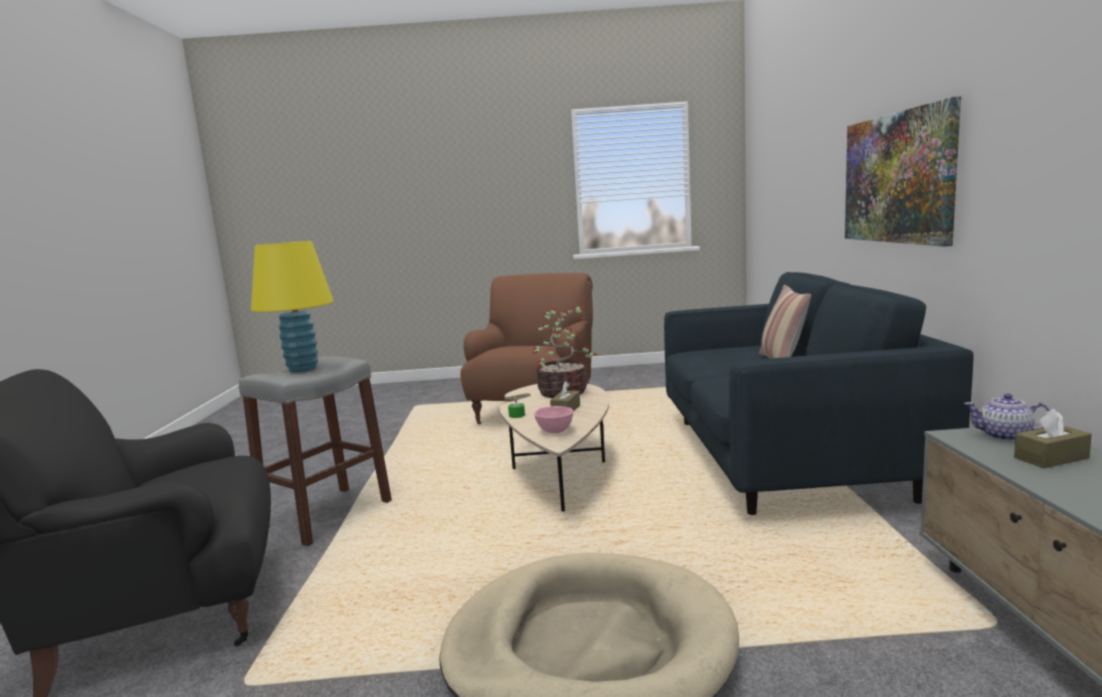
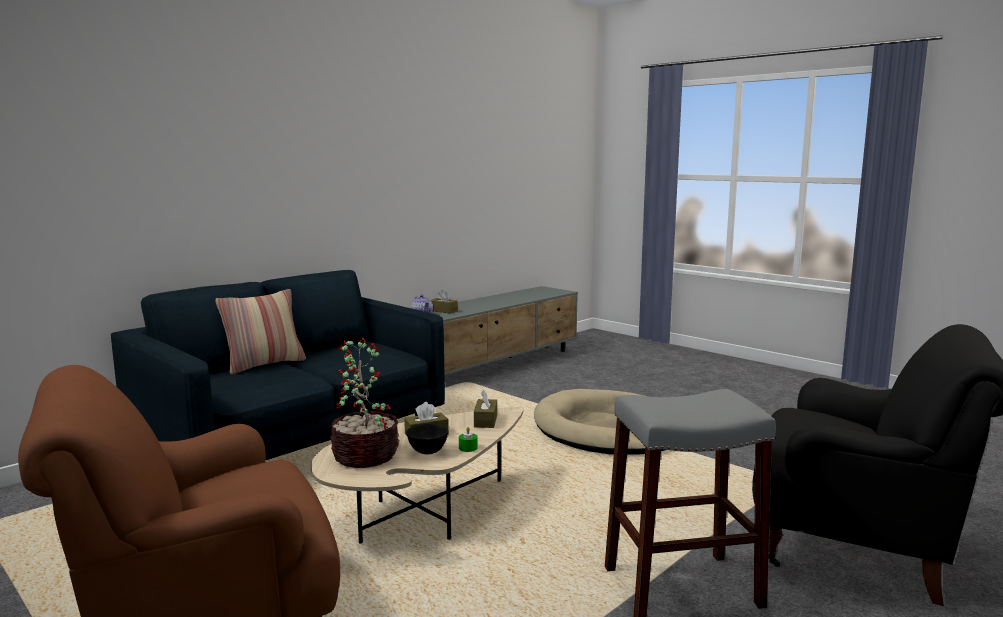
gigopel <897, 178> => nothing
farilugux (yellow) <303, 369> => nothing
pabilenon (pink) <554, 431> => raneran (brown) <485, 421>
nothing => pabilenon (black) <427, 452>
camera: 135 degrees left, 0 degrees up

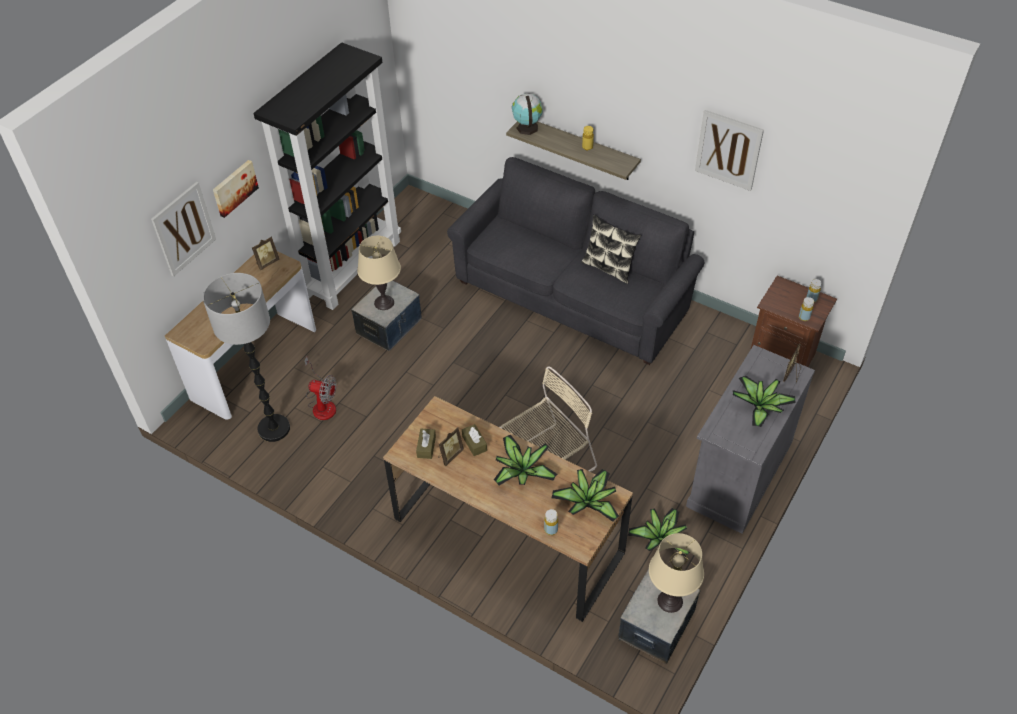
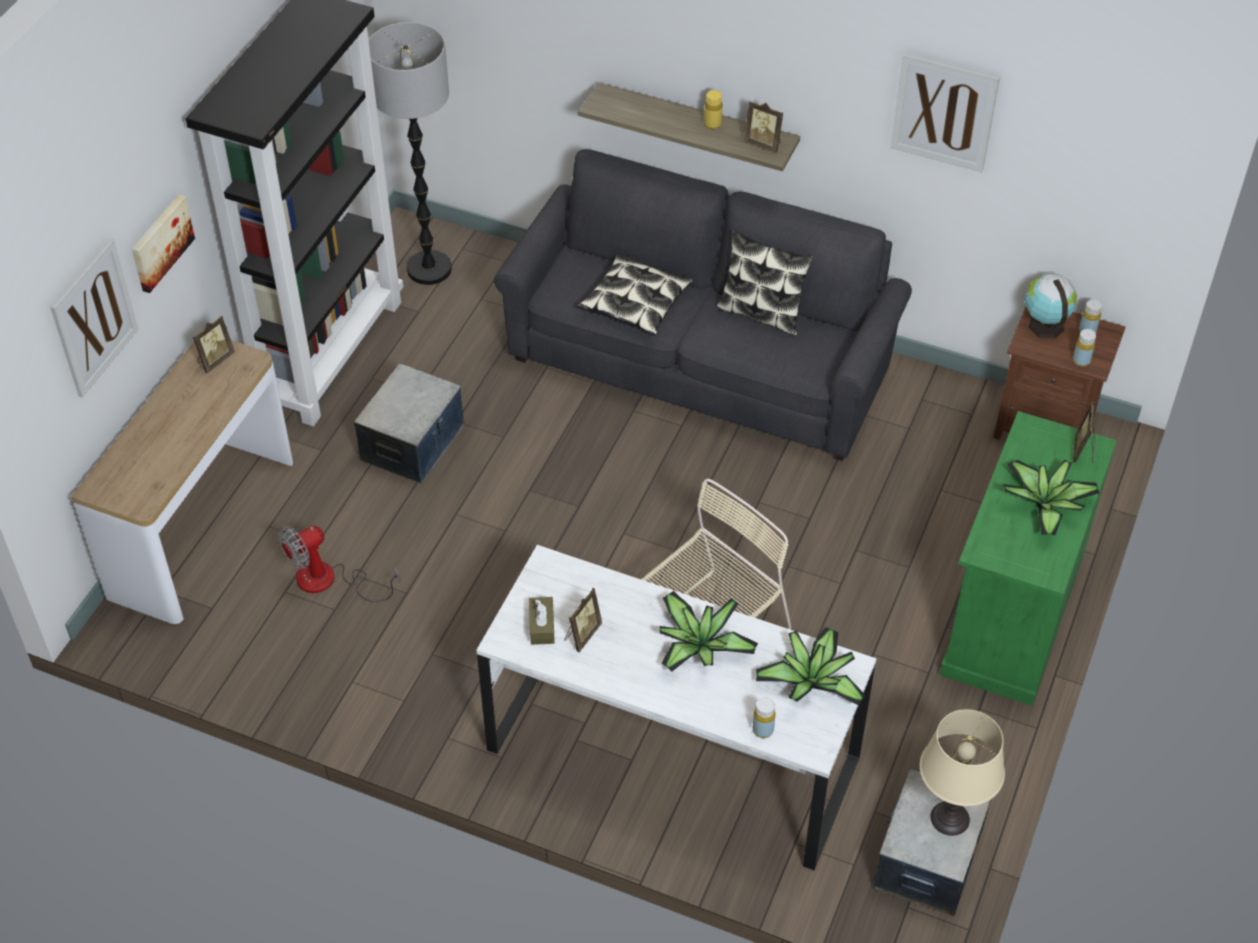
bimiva <527, 127> => bimiva <1044, 324>, move
farilugux (beige) <384, 303> => nothing
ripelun <274, 429> => ripelun <429, 269>, move
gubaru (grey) <739, 473> => gubaru (green) <1011, 614>
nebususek <322, 404> => nebususek <329, 581>, 135 degrees clockwise
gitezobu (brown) <508, 536> => gitezobu (white) <673, 753>
raneran (brown) <474, 443> => nothing
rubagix <661, 538> => nothing
nothing => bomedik <764, 143>
nothing => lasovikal <635, 303>
camera: 10 degrees left, 0 degrees up

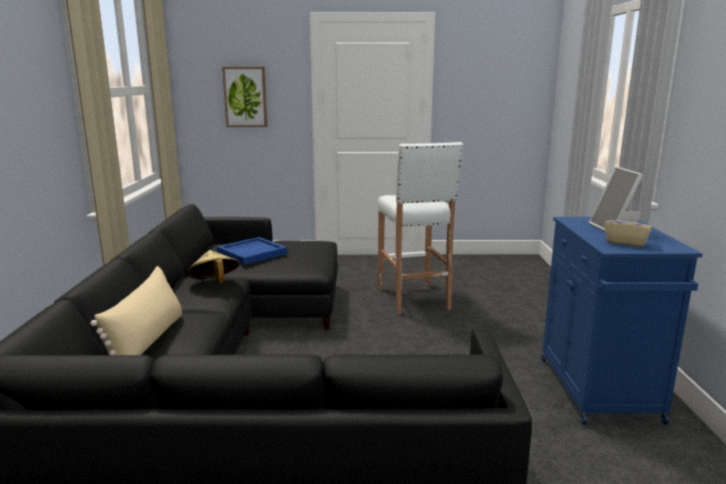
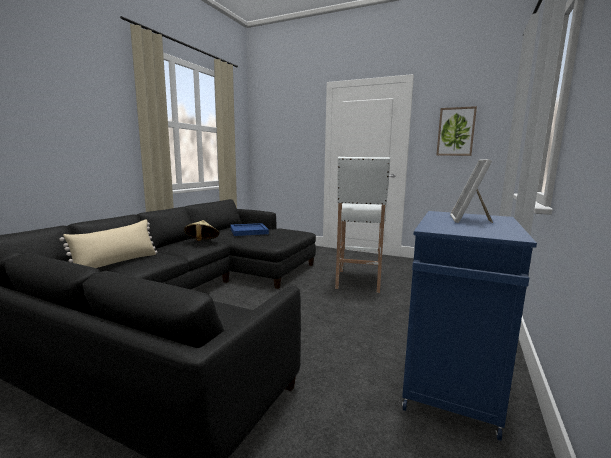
gigopel <245, 97> => gigopel <456, 131>, move
raneran (beige) <626, 242> => nothing
camera: 25 degrees right, 5 degrees down

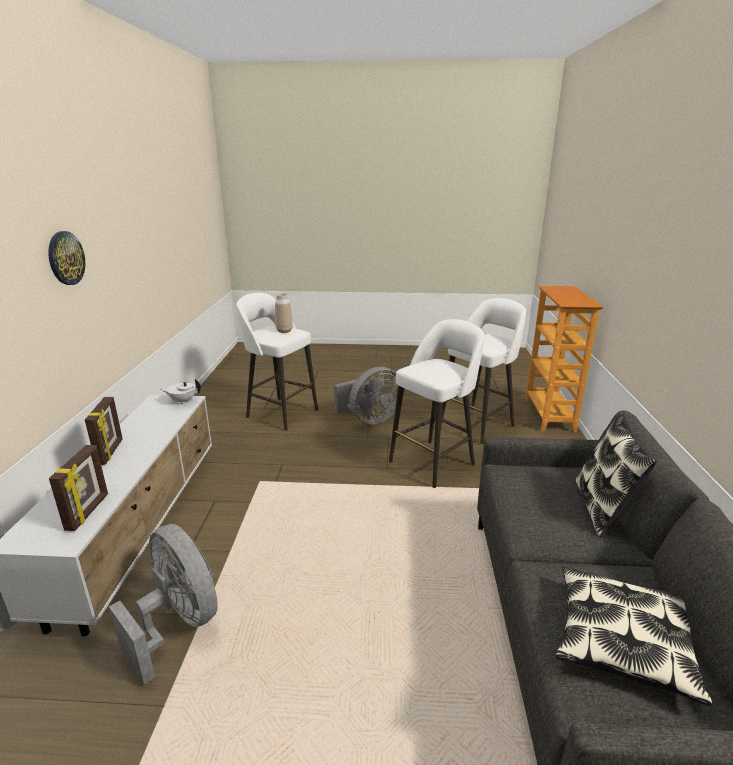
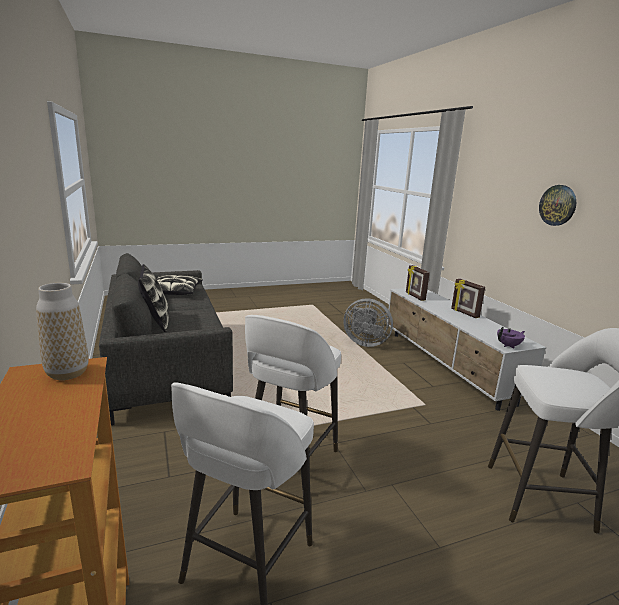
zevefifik <284, 331> => zevefifik <67, 373>, move
nebususek (grey) <370, 419> => nothing
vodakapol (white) <183, 401> => vodakapol (purple) <509, 345>
camera: 155 degrees right, 5 degrees down

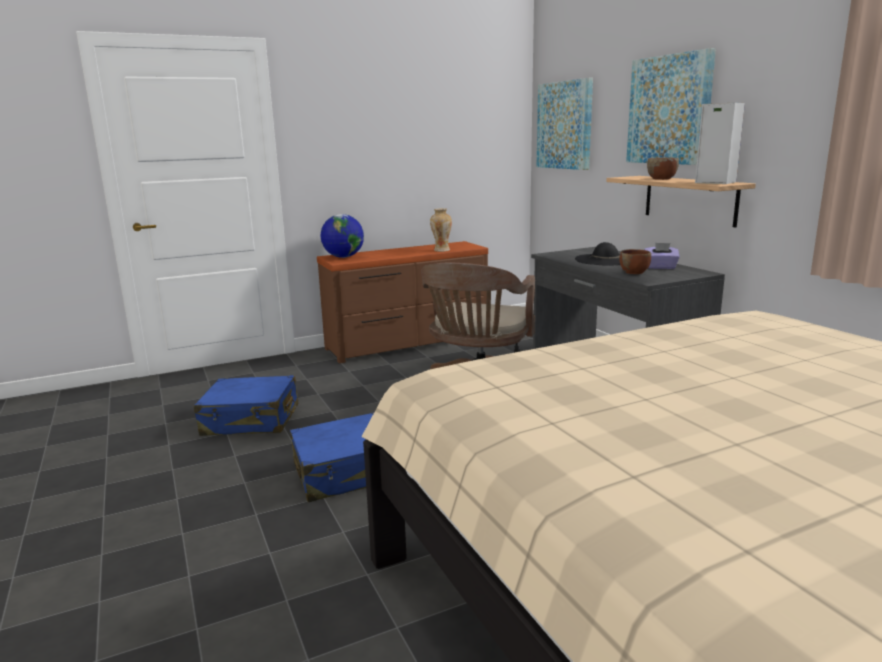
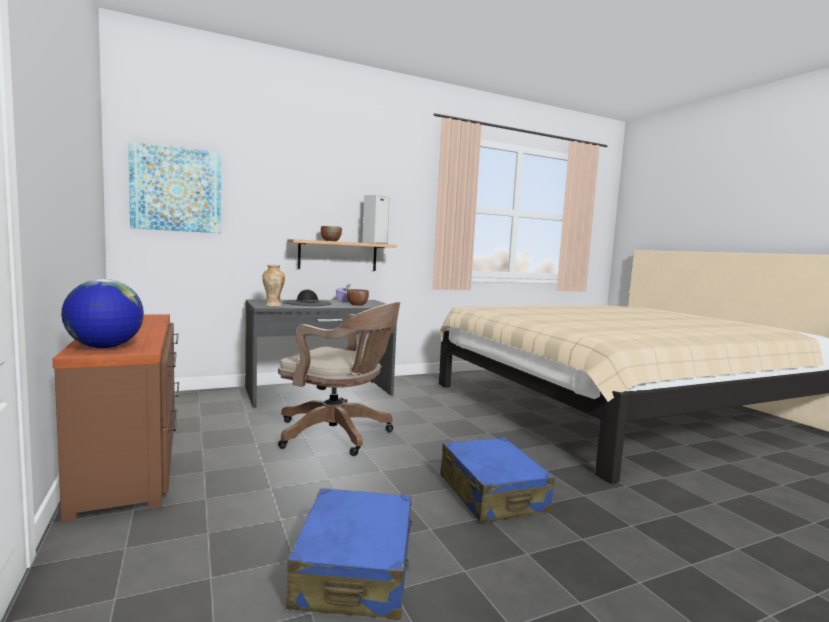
gigopel <669, 110> => nothing
zevefifik <441, 250> => zevefifik <273, 306>, move
camera: 90 degrees left, 10 degrees down

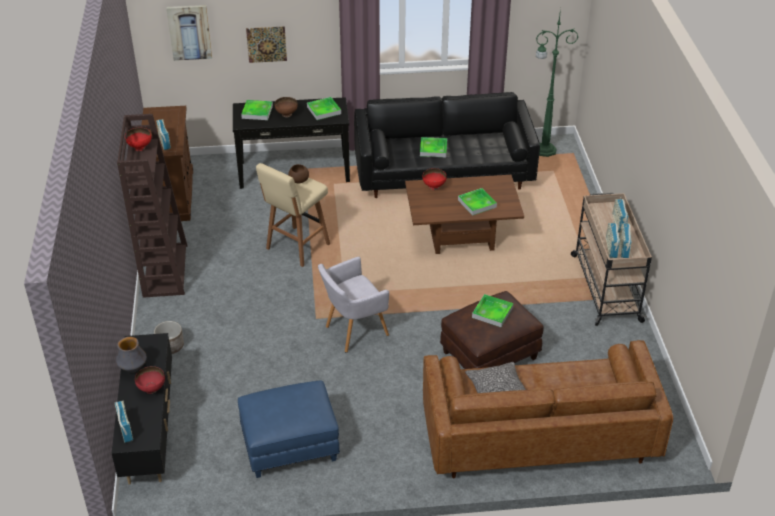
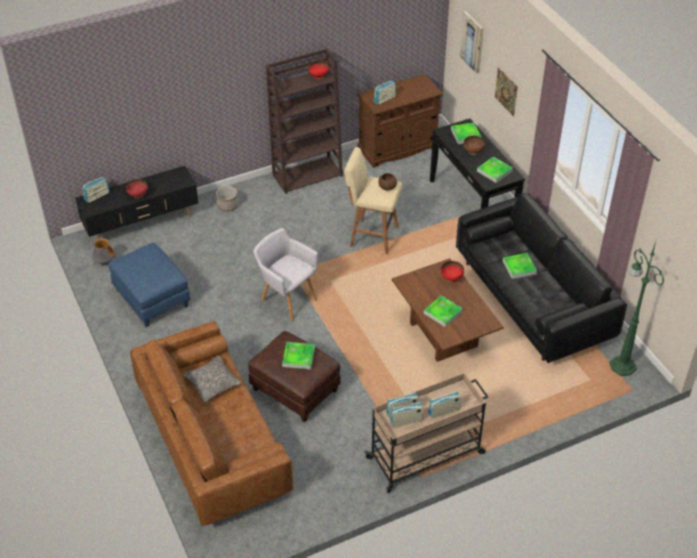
zevefifik <133, 369> => zevefifik <105, 262>, move
camera: 70 degrees right, 5 degrees up

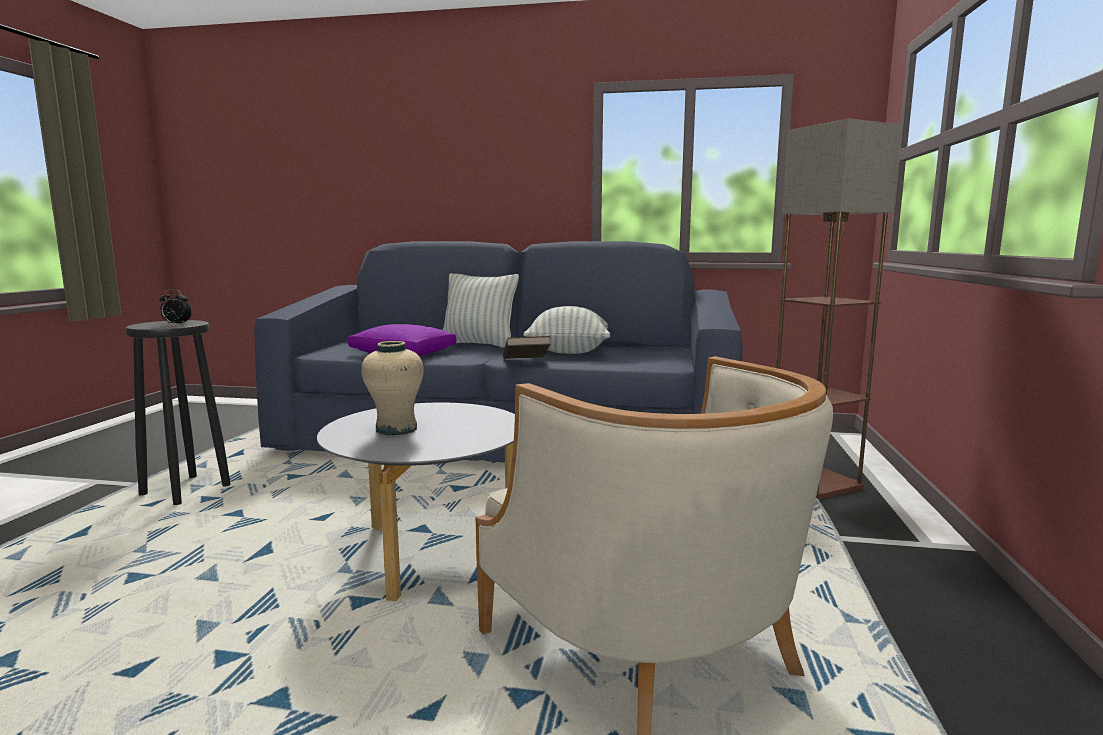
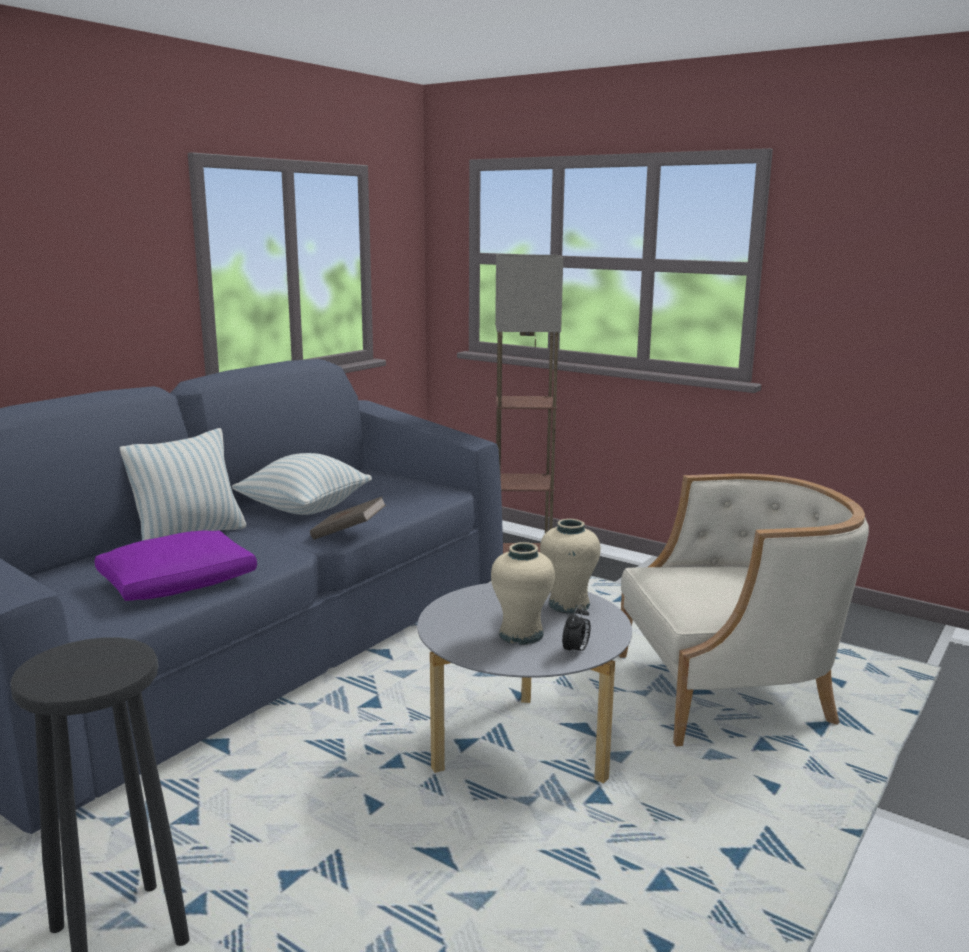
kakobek <176, 324> => kakobek <576, 651>, move
nothing => zevefifik (beige) <568, 605>
camera: 65 degrees left, 5 degrees up

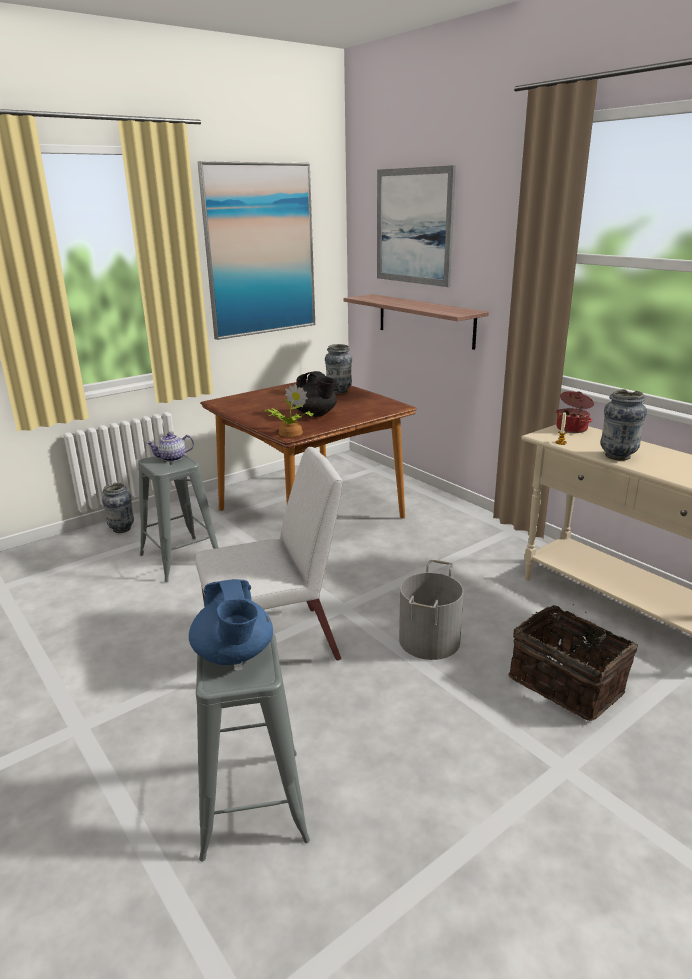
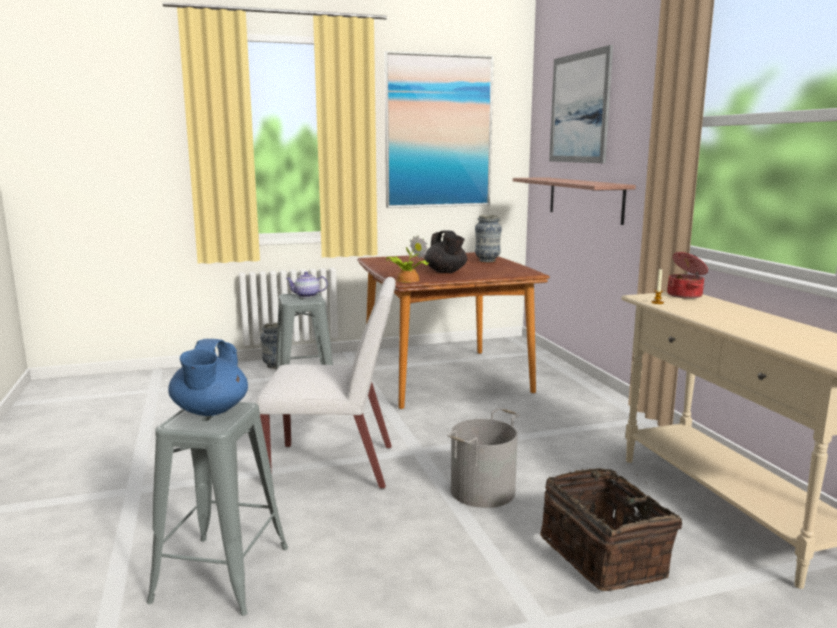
zevefifik <617, 456> => nothing
camera: 20 degrees right, 10 degrees down

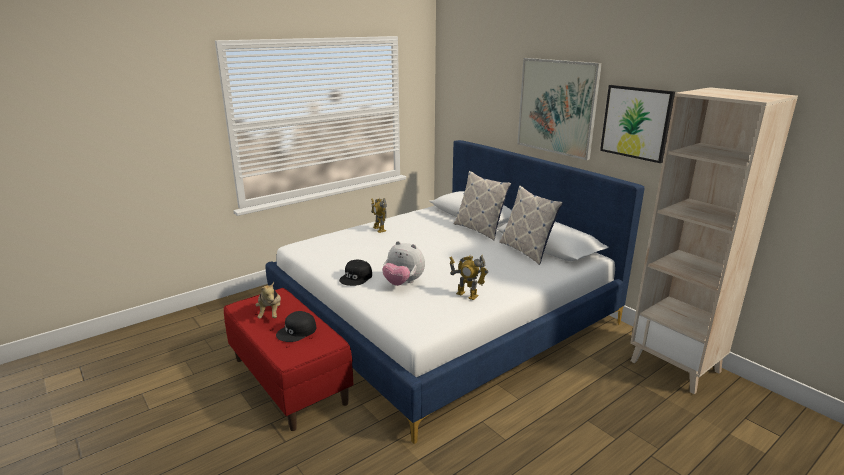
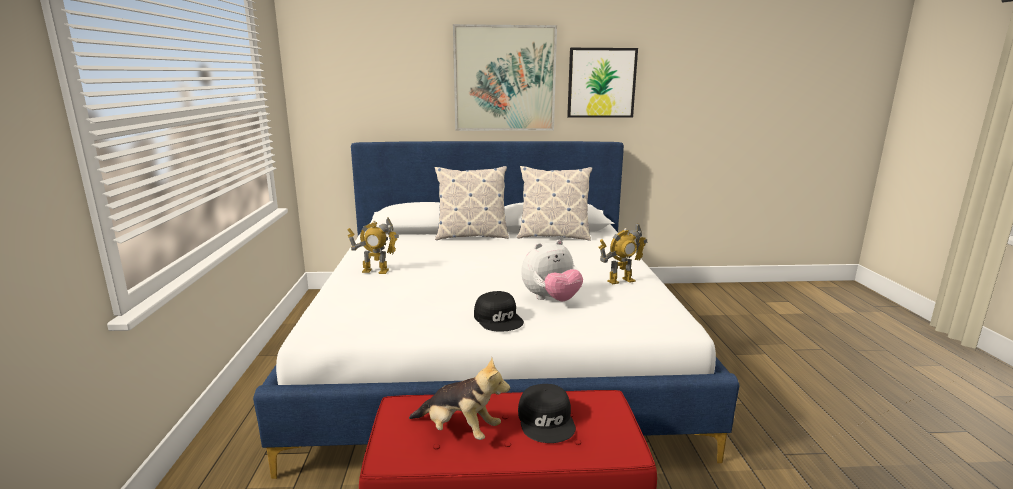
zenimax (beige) <676, 366> => nothing
camera: 55 degrees left, 5 degrees down

